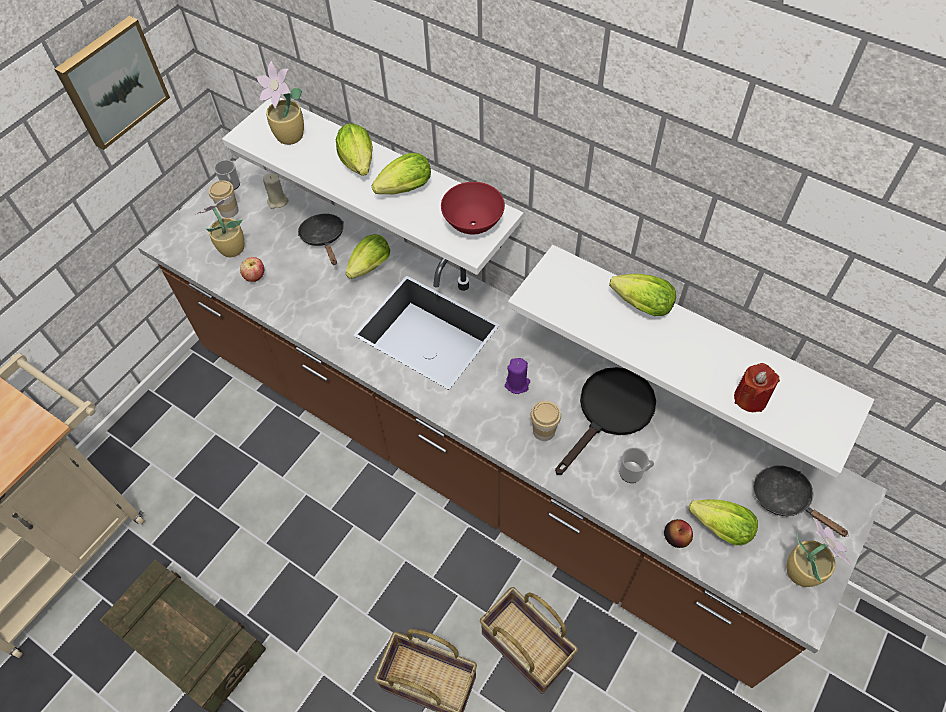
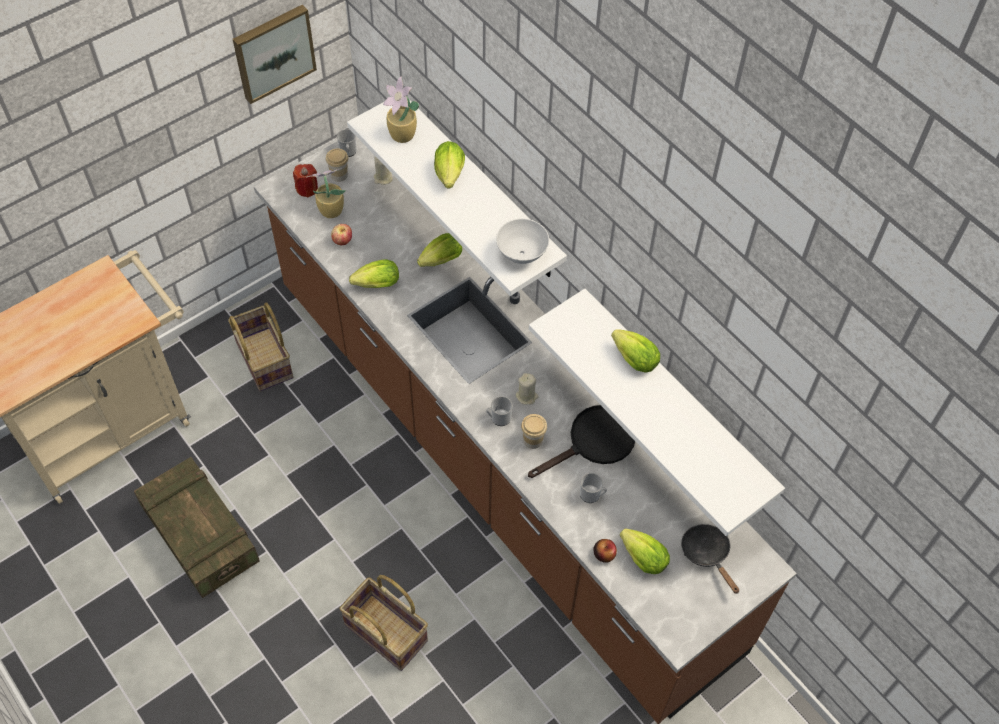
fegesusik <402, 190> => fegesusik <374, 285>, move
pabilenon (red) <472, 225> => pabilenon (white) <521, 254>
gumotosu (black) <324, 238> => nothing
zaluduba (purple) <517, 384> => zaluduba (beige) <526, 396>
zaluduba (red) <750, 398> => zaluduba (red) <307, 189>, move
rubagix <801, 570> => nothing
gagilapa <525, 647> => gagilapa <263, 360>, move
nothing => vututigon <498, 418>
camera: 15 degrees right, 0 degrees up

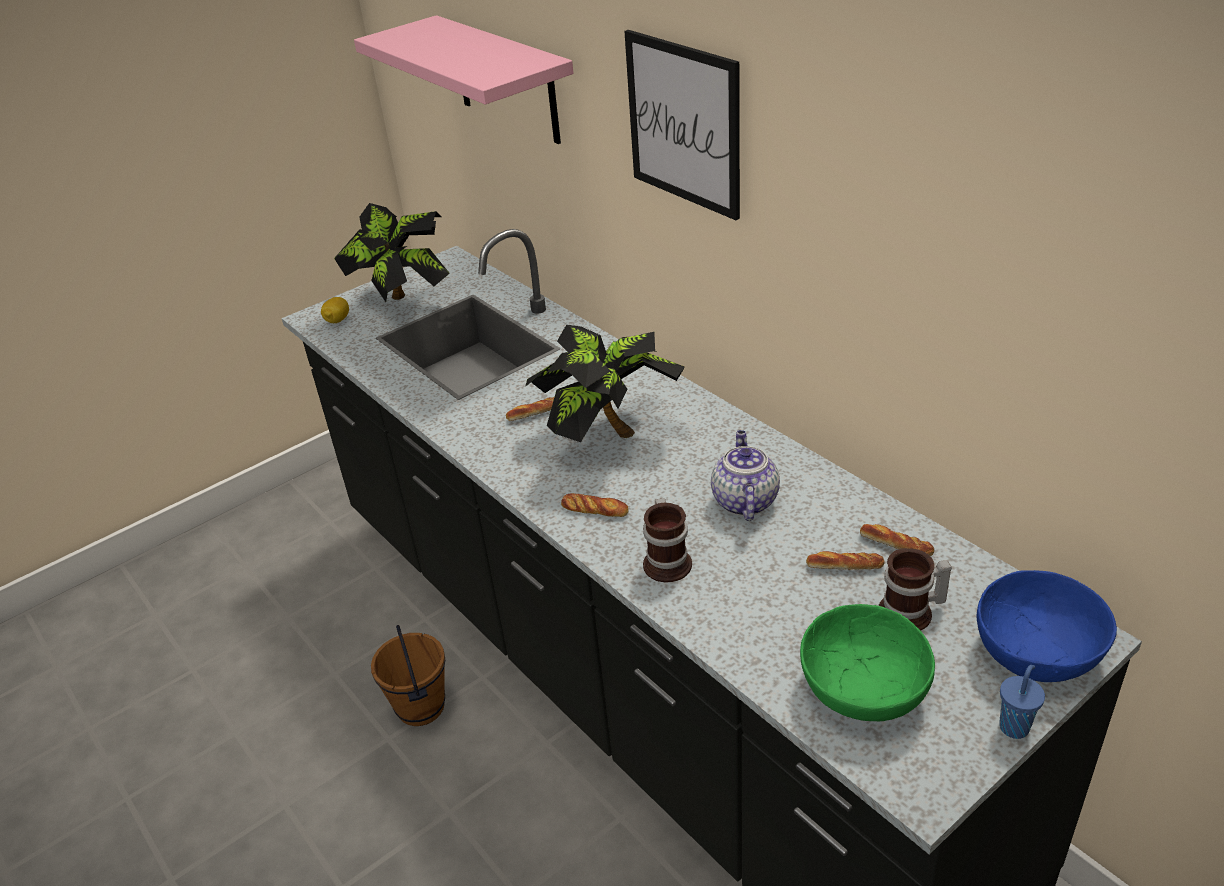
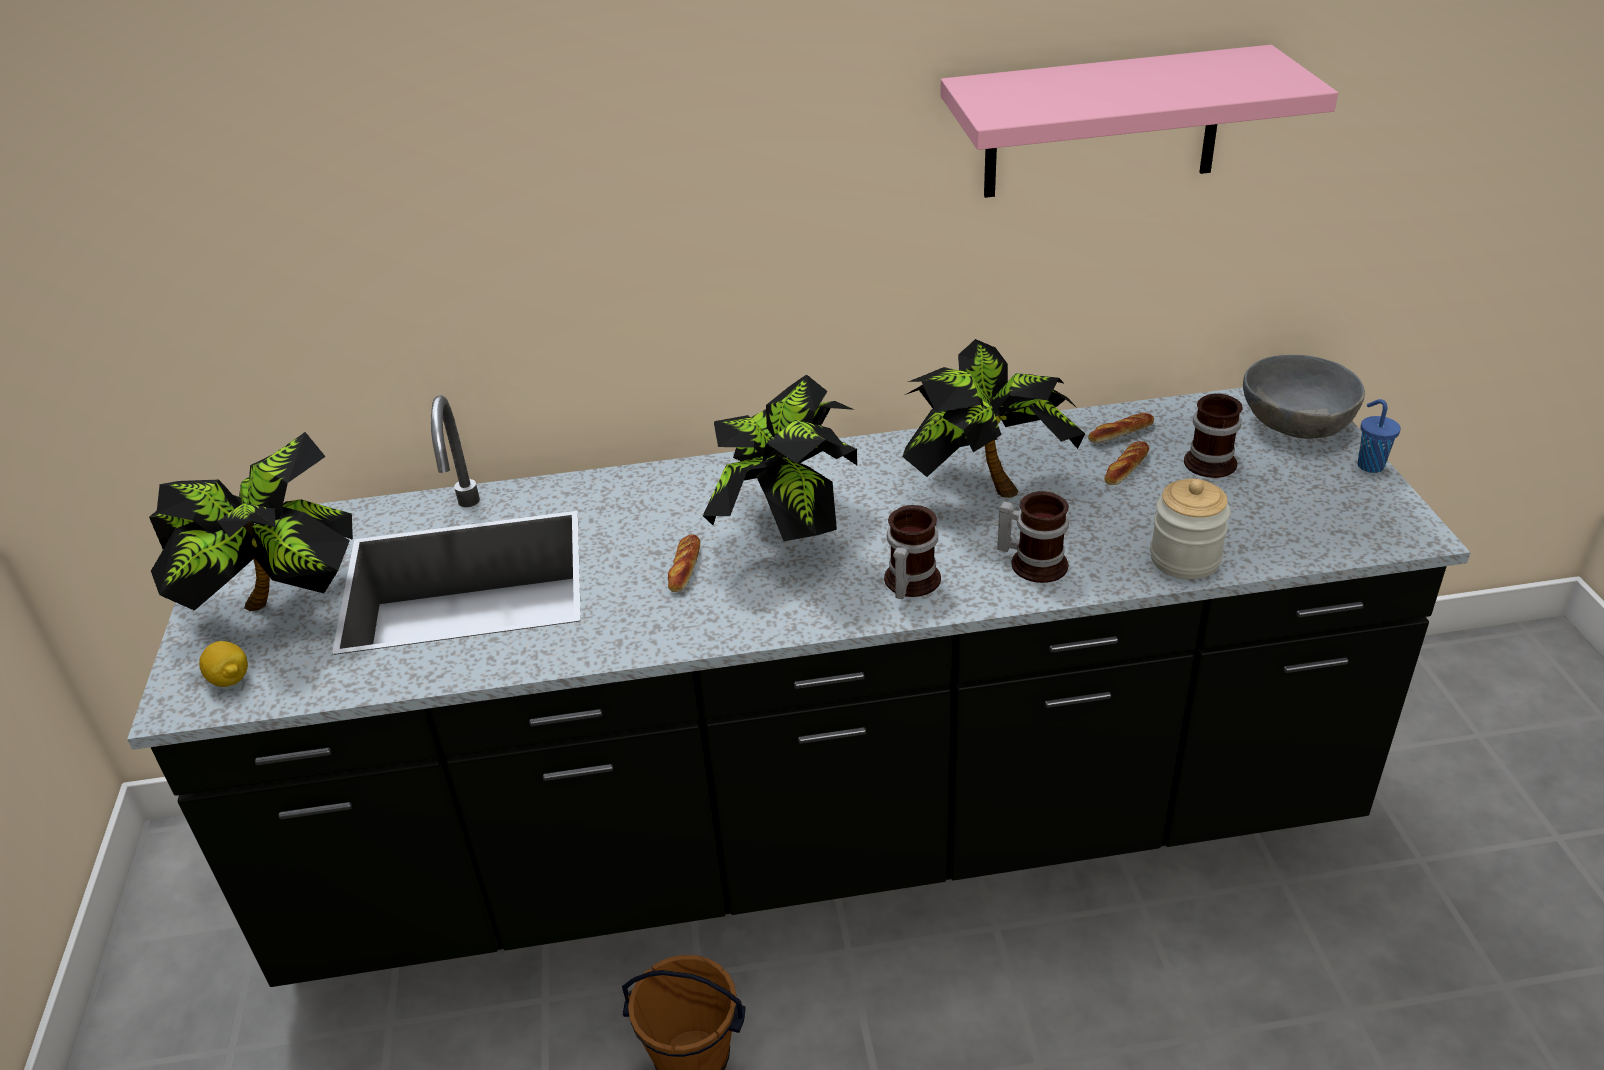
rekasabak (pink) <505, 80> => rekasabak (pink) <1102, 123>, move
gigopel <684, 123> => nothing
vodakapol <744, 500> => rubagix <985, 487>
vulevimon <595, 509> => vututigon <908, 582>
pabilenon (blue) <1038, 652> => pabilenon (grey) <1297, 422>
pabilenon (green) <861, 688> => nothing
nothing => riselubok <1185, 559>
camera: 60 degrees left, 0 degrees up

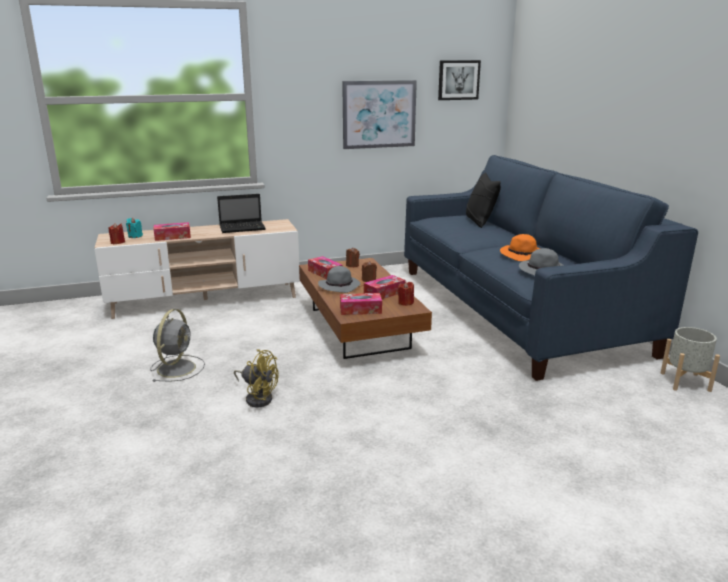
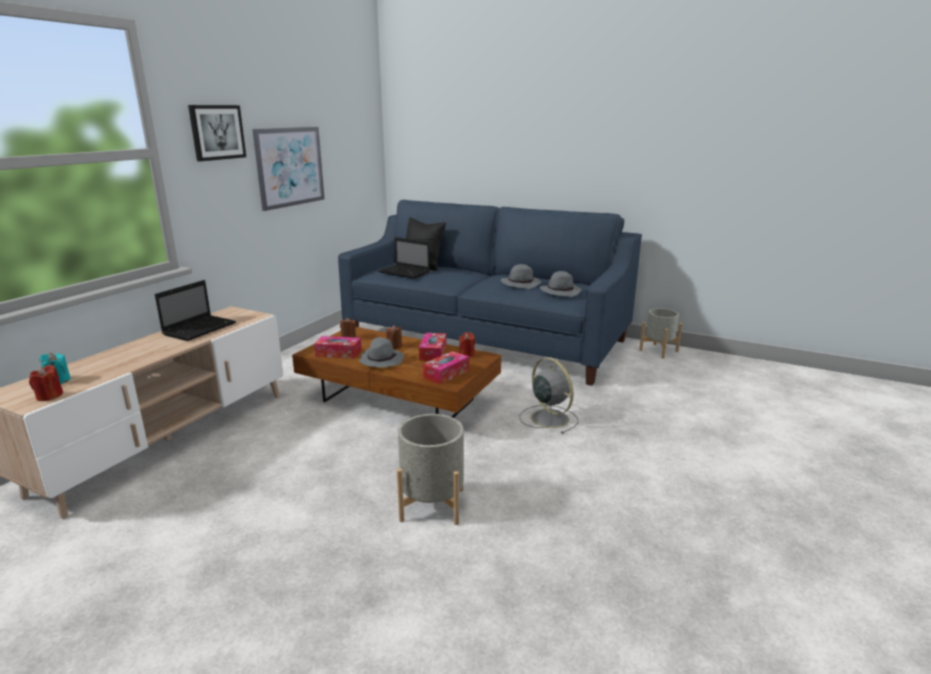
gigopel <458, 80> => gigopel <217, 132>, move
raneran <172, 237> => nothing
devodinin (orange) <523, 255> => devodinin (grey) <521, 284>
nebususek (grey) <177, 368> => nebususek (grey) <548, 418>, move
nebususek (yellow) <258, 397> => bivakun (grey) <432, 504>
nothing => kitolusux <405, 273>
camera: 45 degrees left, 0 degrees up

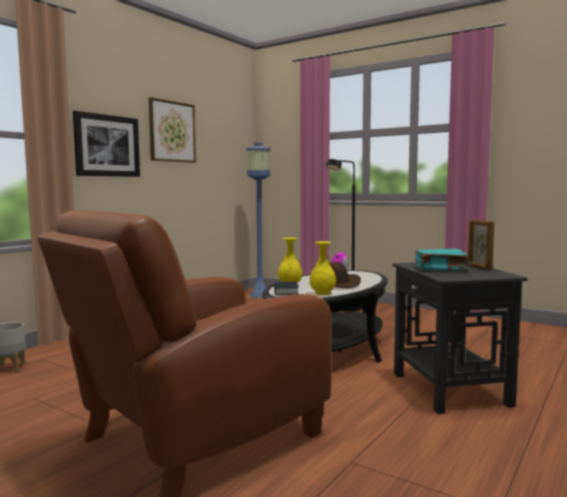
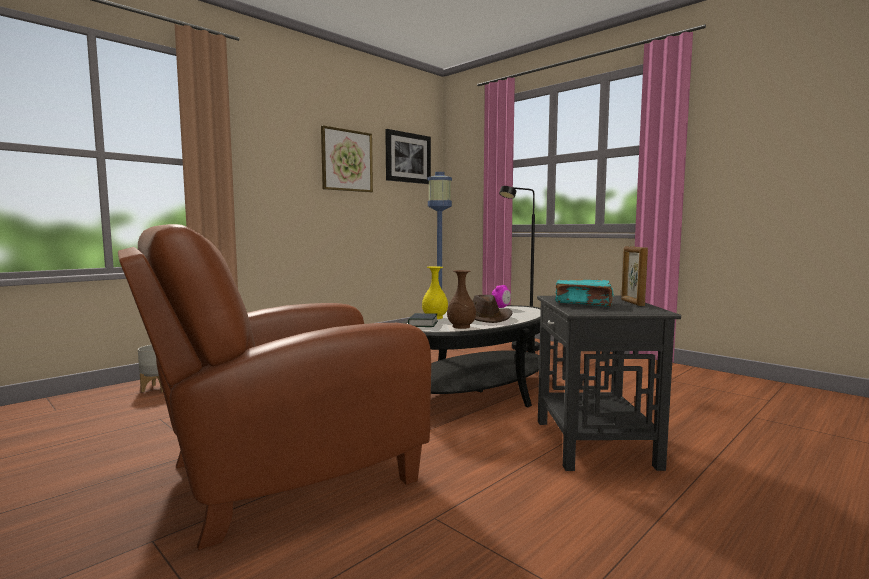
gigopel <107, 146> => gigopel <408, 158>, move
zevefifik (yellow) <322, 293> => zevefifik (brown) <461, 327>
camera: 10 degrees right, 0 degrees up

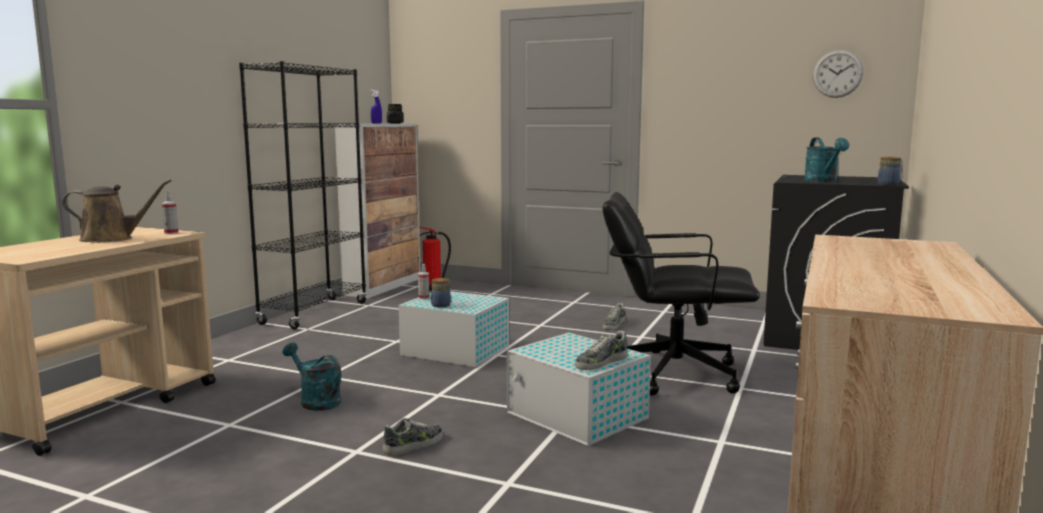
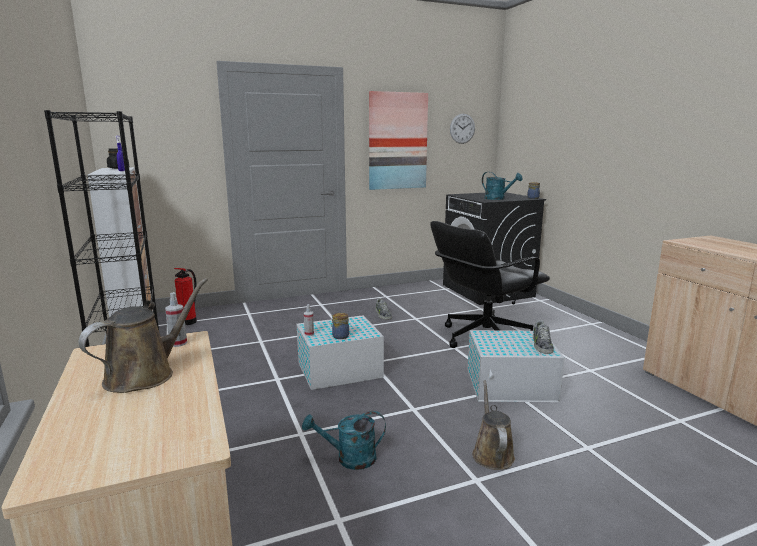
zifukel <414, 445> => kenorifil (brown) <492, 453>
nothing => gigopel <397, 141>
camera: 45 degrees left, 5 degrees up

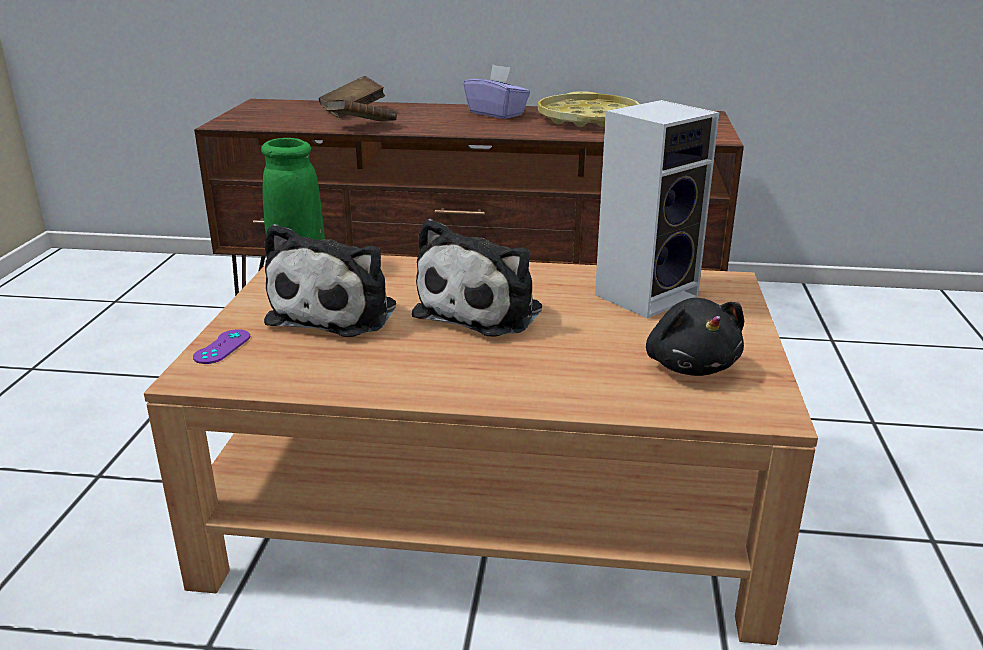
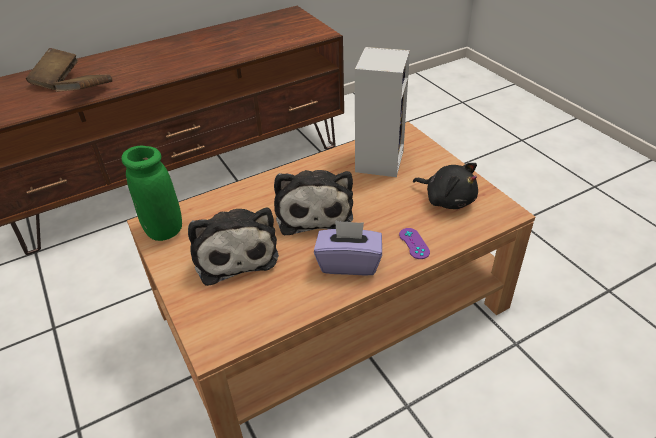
raneran (purple) <497, 113> => raneran (purple) <349, 263>, move
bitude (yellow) <587, 119> => nothing
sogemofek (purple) <222, 347> => sogemofek (purple) <414, 243>, move
camera: 35 degrees left, 15 degrees up

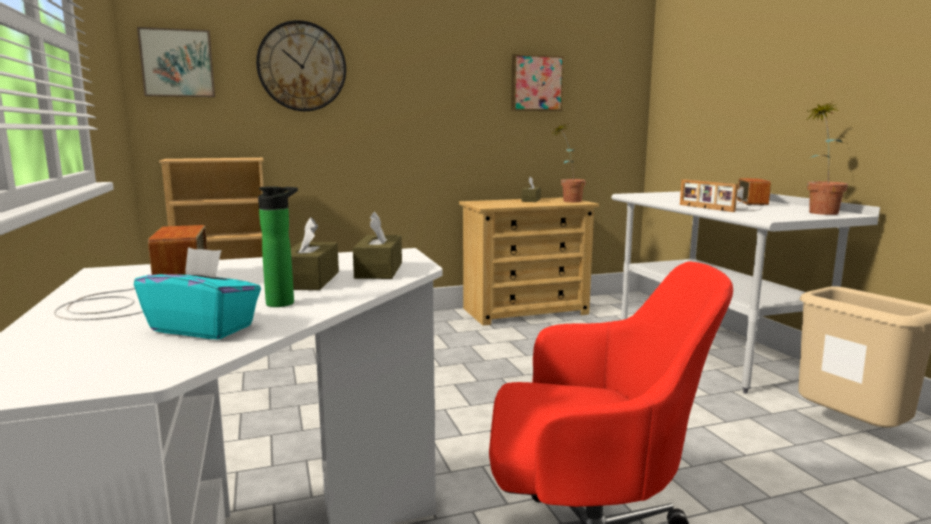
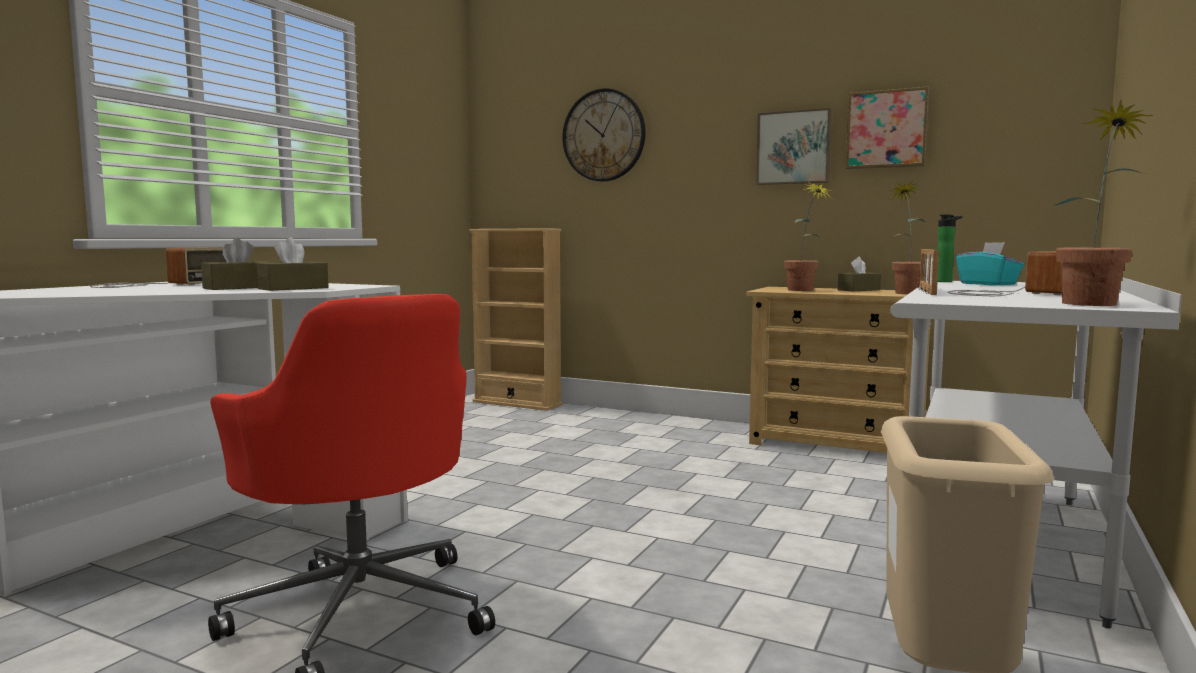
gigopel <177, 63> => gigopel <794, 148>, move
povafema <284, 302> => povafema <946, 281>, move
raneran (turquoise) <203, 328> => raneran (turquoise) <988, 284>, move
nothing => rubagix <804, 290>
camera: 45 degrees right, 5 degrees down

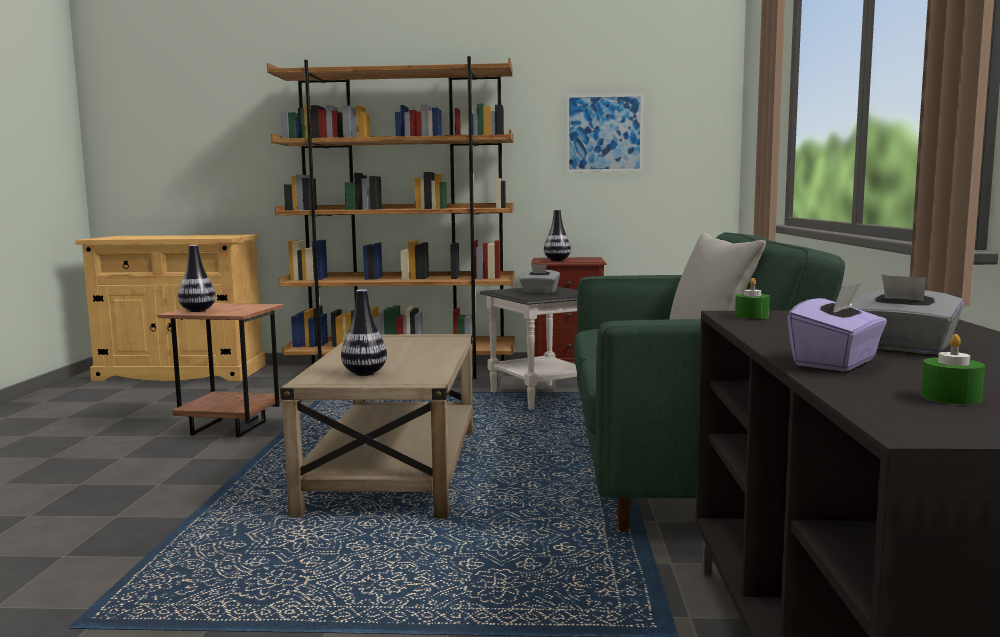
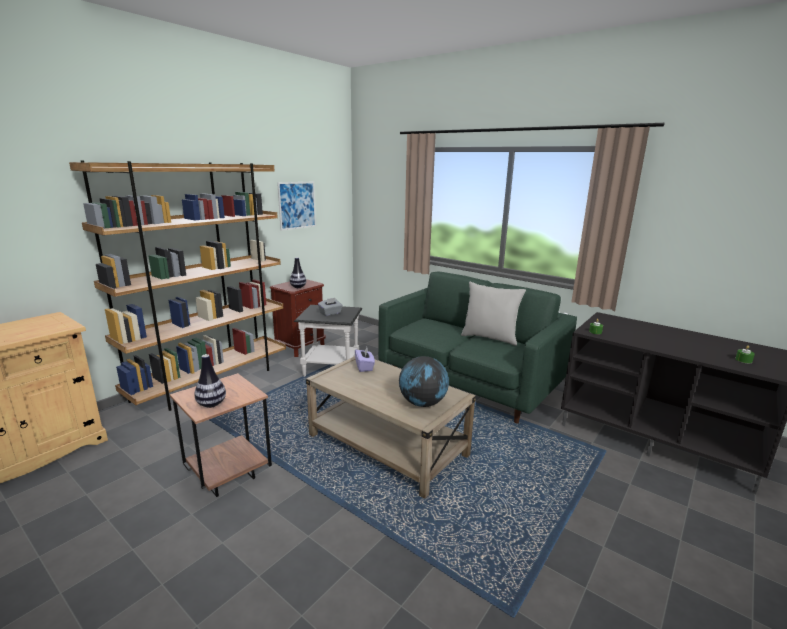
raneran (grey) <901, 348> => nothing
raneran (purple) <836, 363> => raneran (purple) <364, 367>, move
zevefifik <364, 373> => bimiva <423, 403>
camera: 55 degrees left, 10 degrees up

